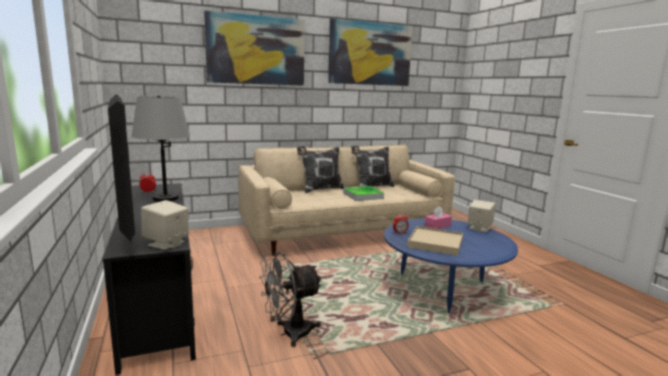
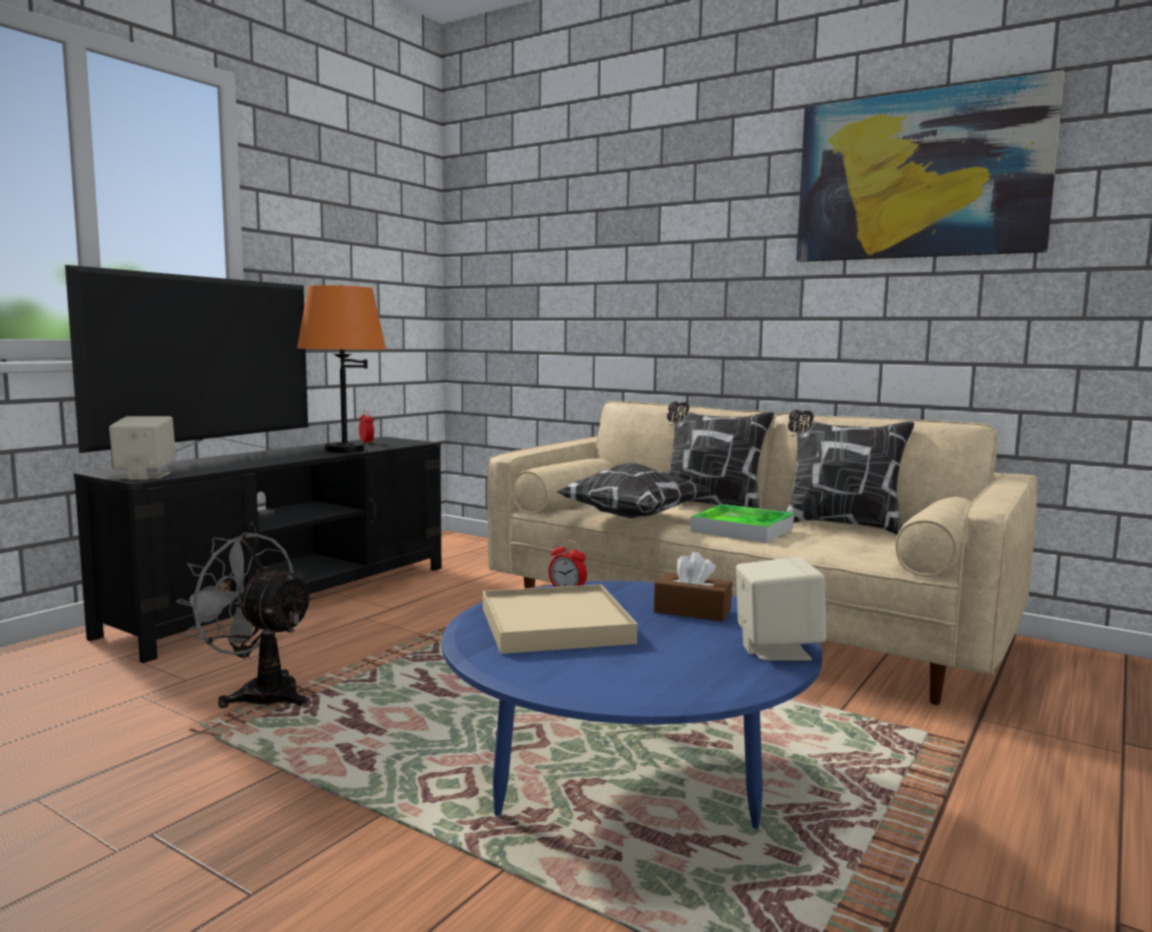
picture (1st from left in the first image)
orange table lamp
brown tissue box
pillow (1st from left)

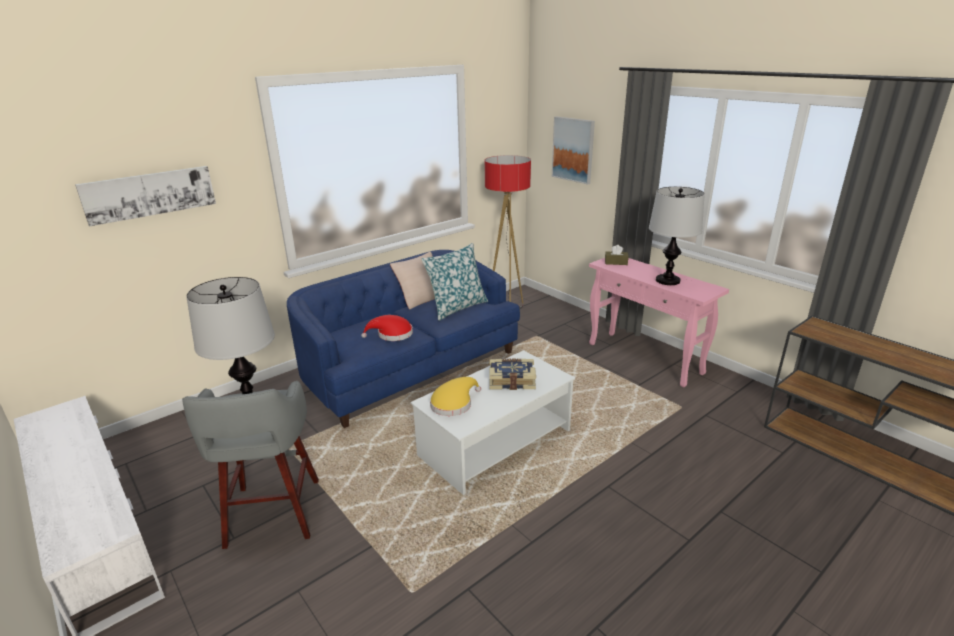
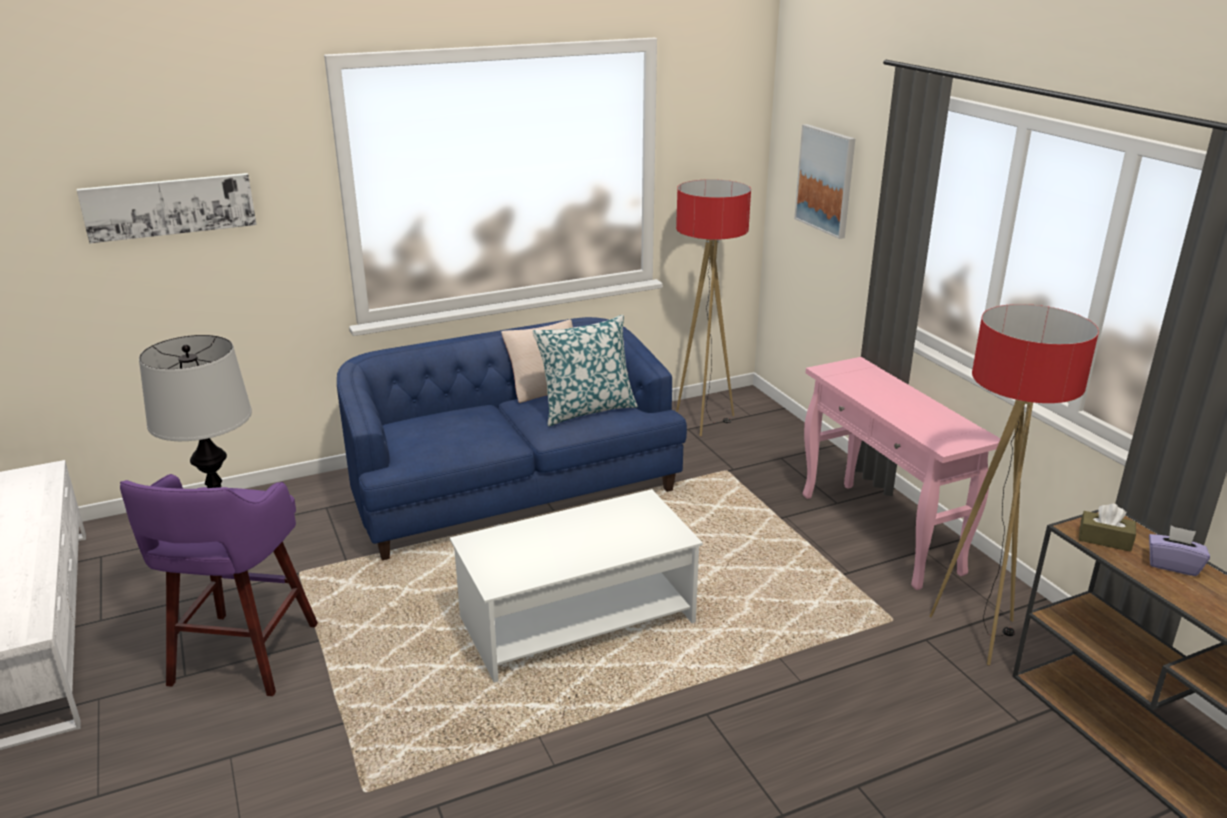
table lamp (2nd from left in the first image)
brown tissue box
red hat
book
yellow hat
purple stool
floor lamp (2nd from left)
purple tissue box

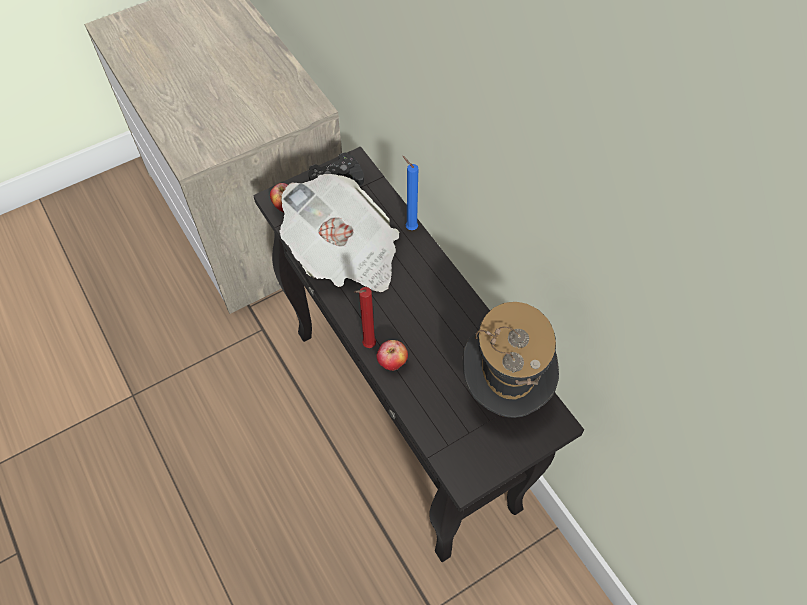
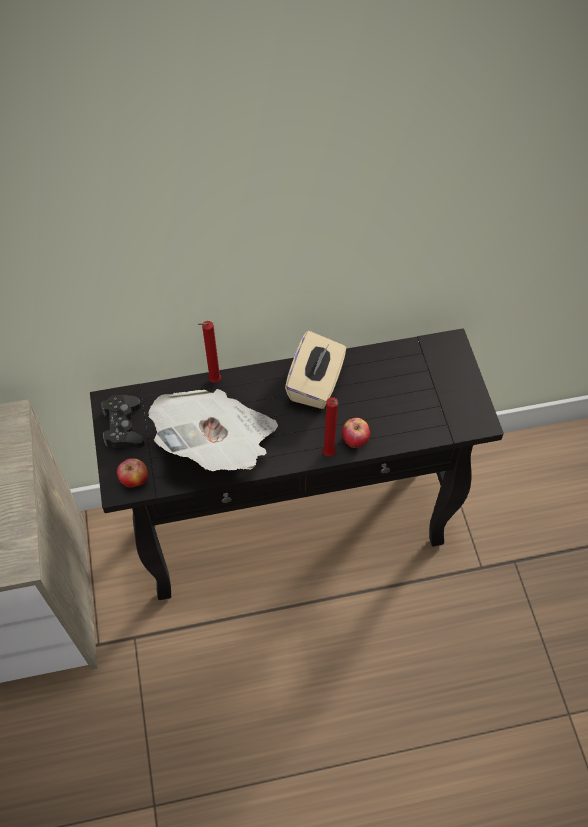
red candle (1st from left)
hat
beige tissue box

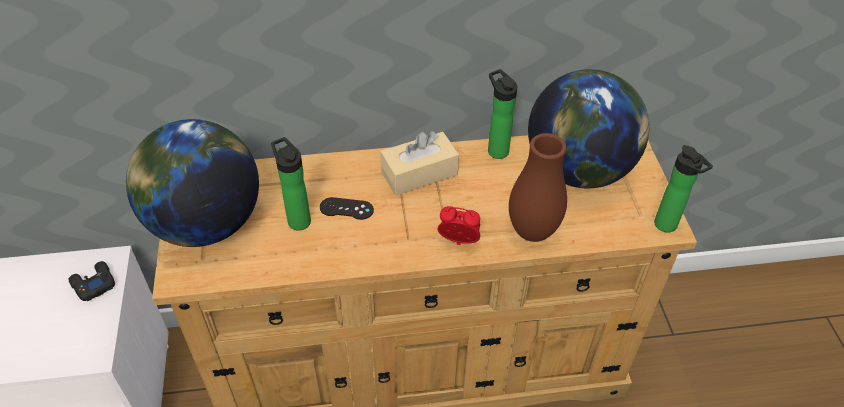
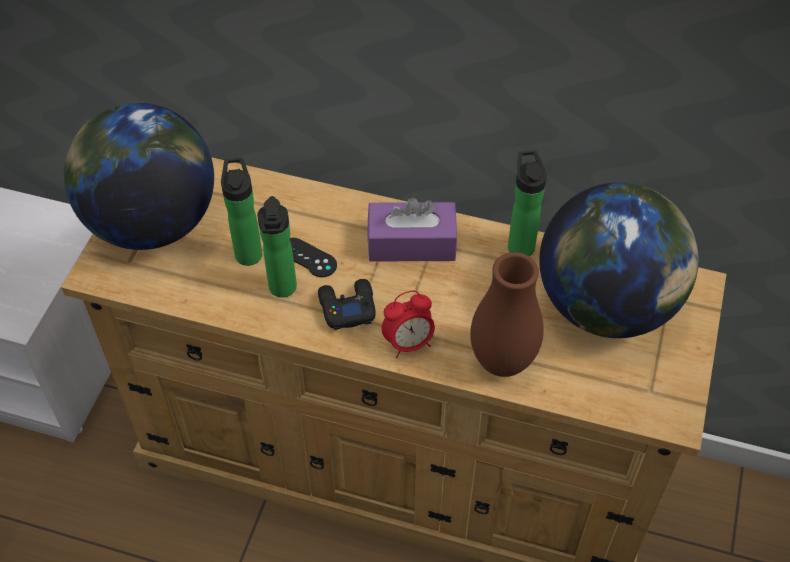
purple tissue box
bottle (2nd from left)
alarm clock
black game controller (2nd from left)

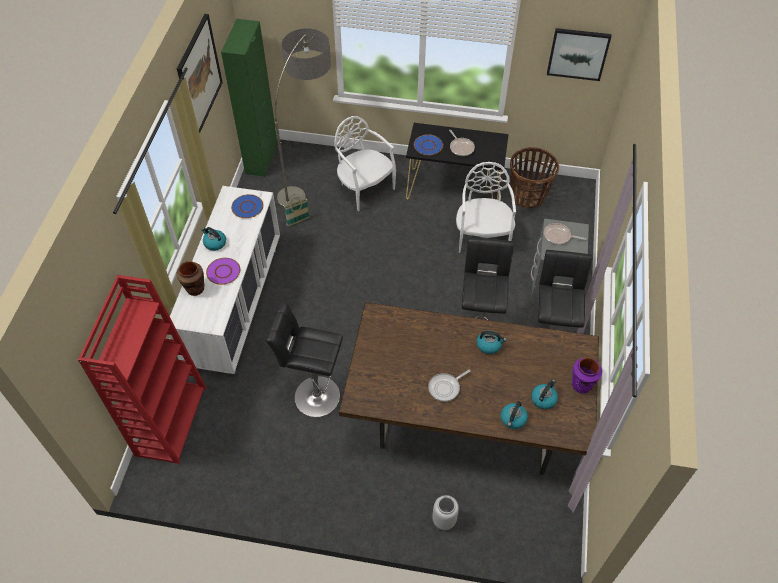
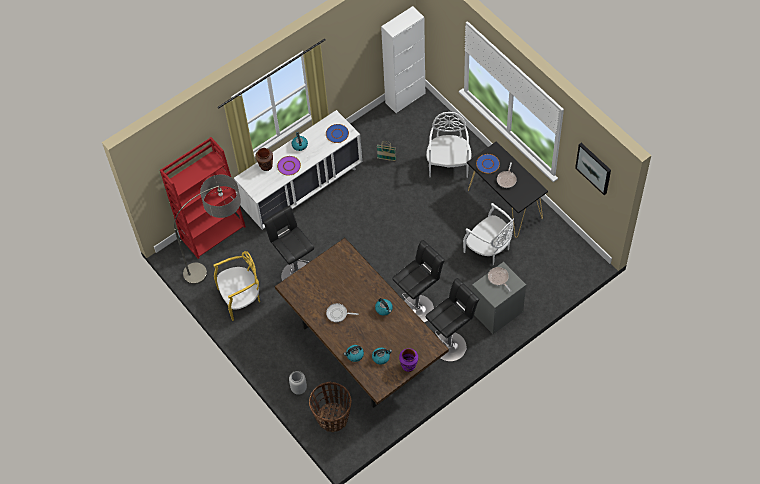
picture (1st from left in the first image)
white cabinet
floor lamp
basket (1st from left)
white chair (2nd from left)
yellow chair

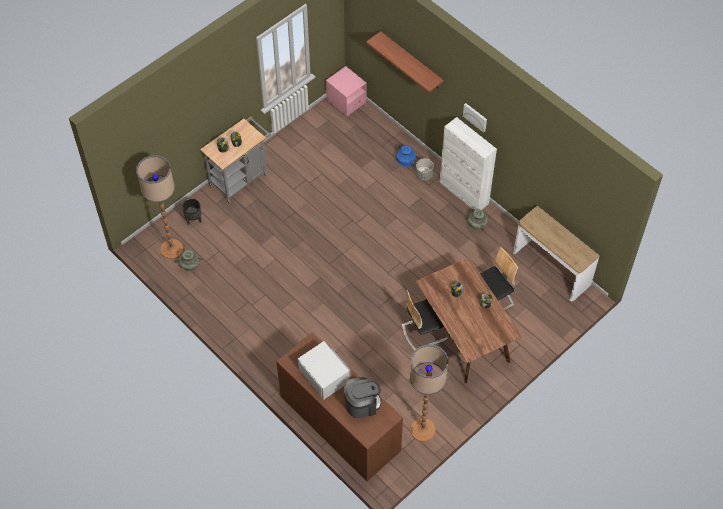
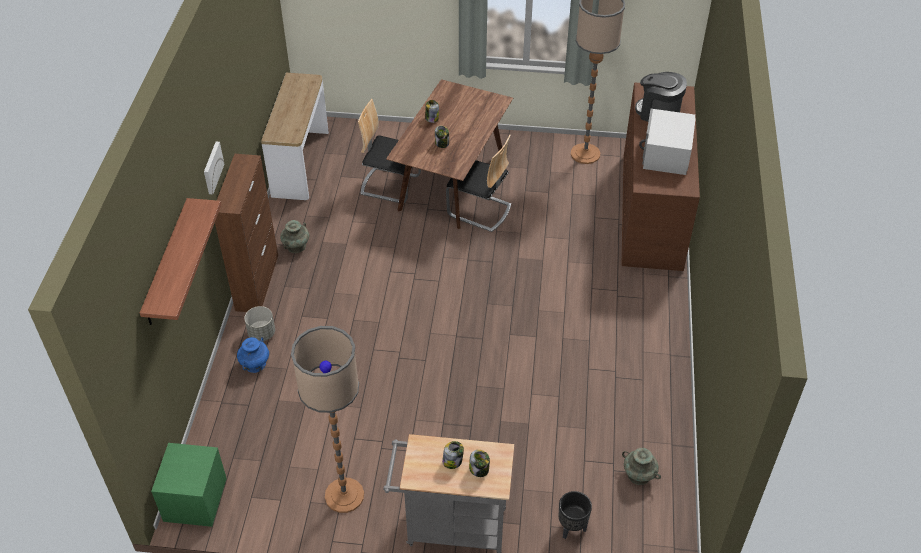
green nightstand
brown cabinet
floor lamp (1st from left)

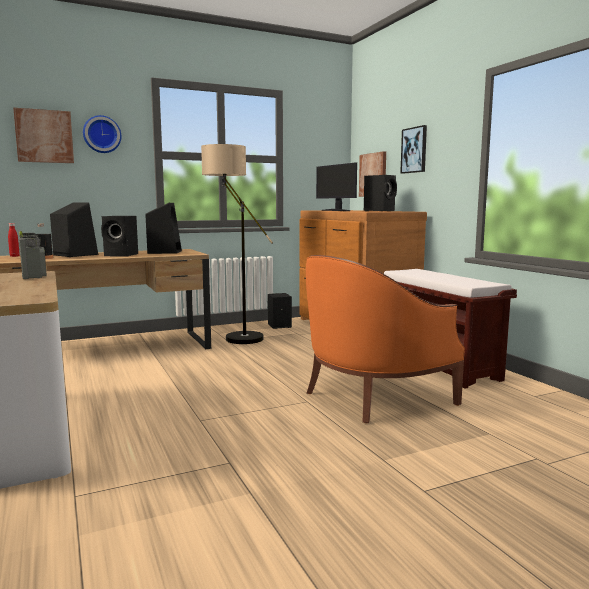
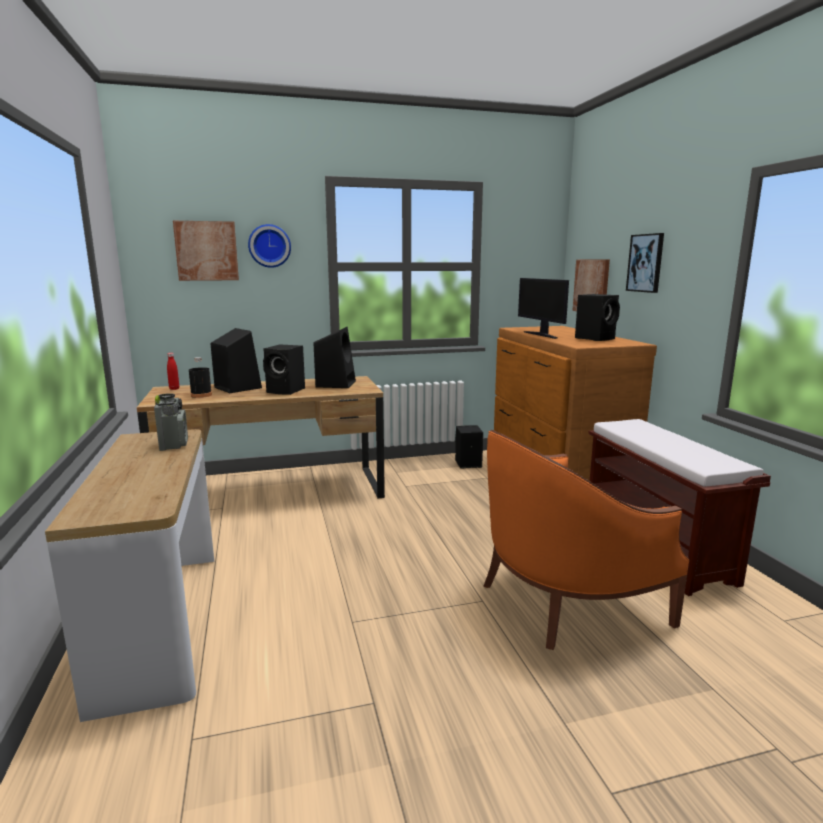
floor lamp

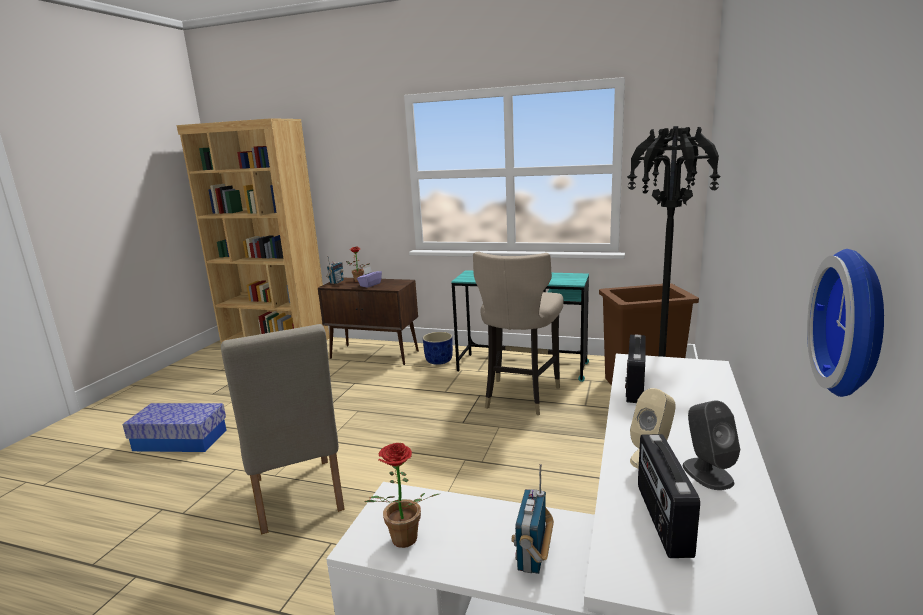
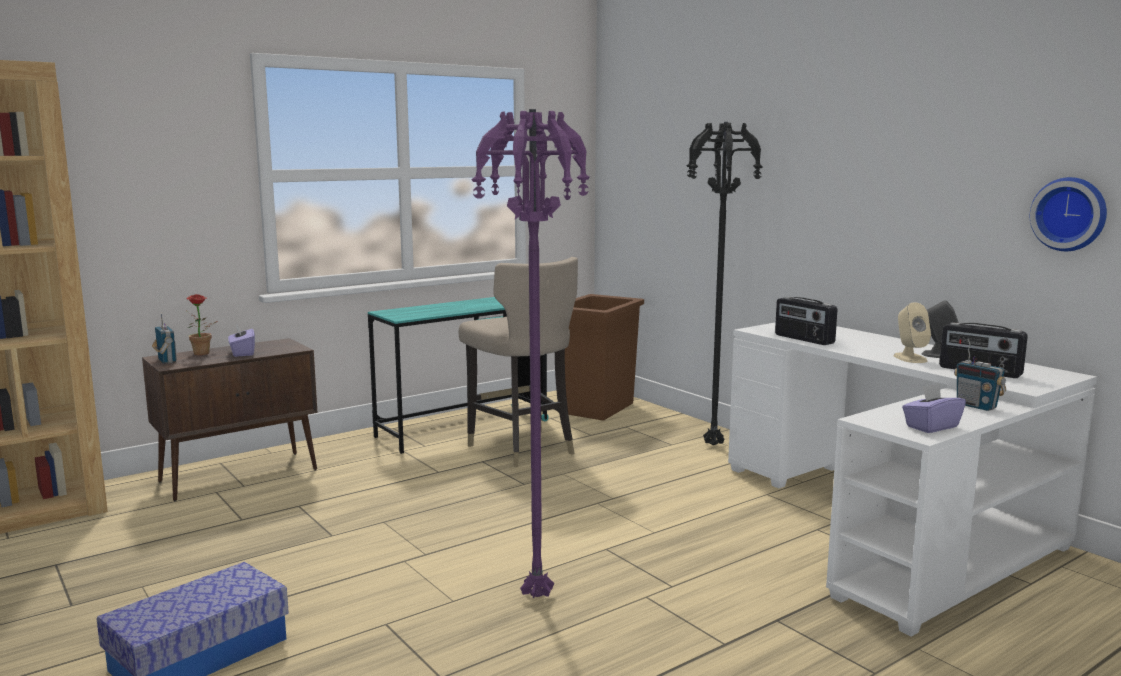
purple floor lamp
blue planter
purple tissue box (2nd from left)

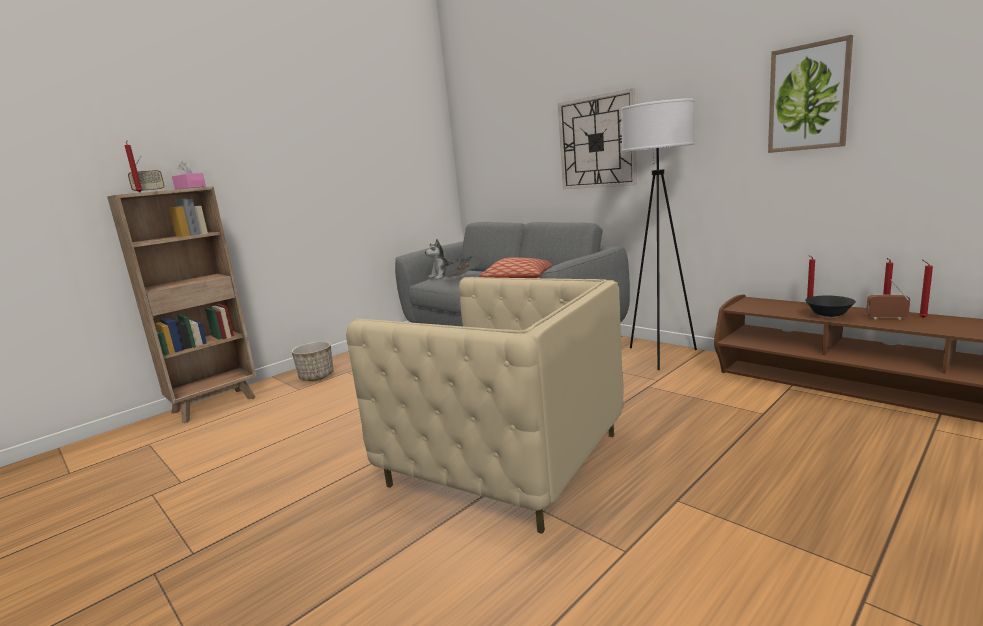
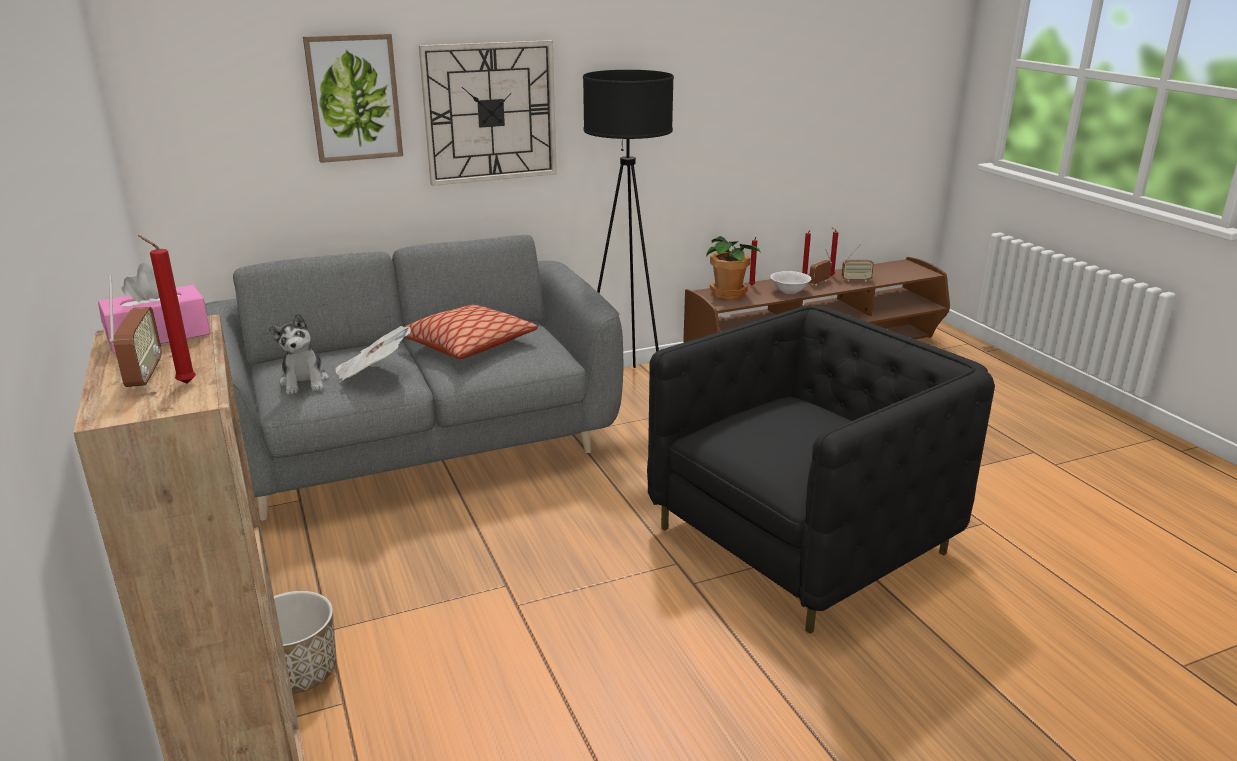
picture
black floor lamp
black armchair
white bowl
potted plant
radio (3rd from left)

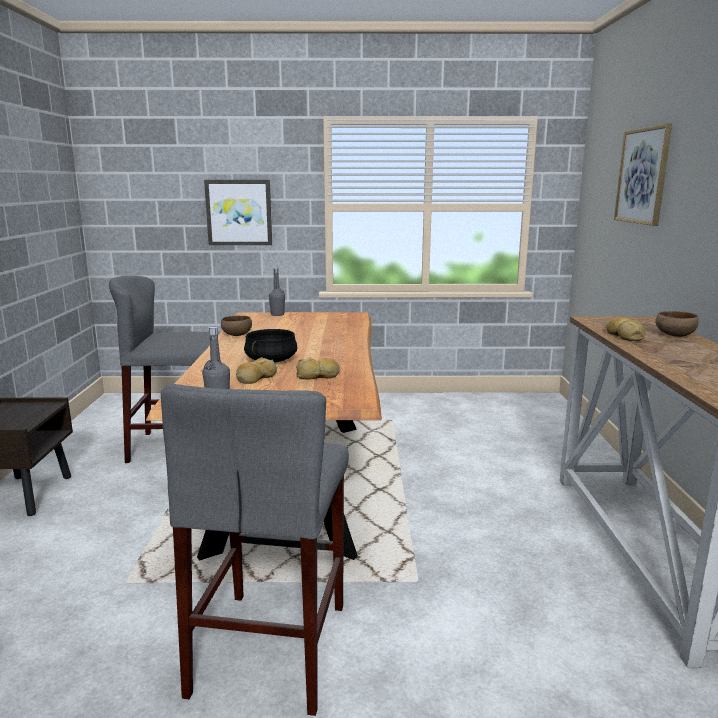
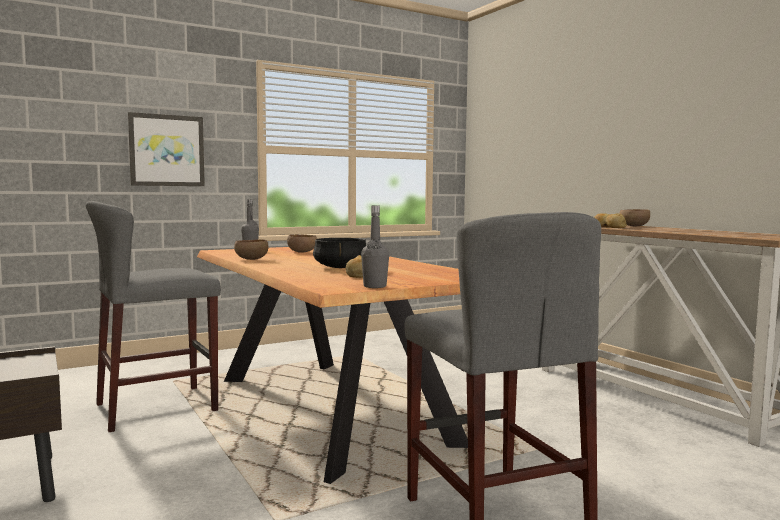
picture (2nd from left in the first image)
bread (2nd from left in the first image)
brown bowl (2nd from left)

